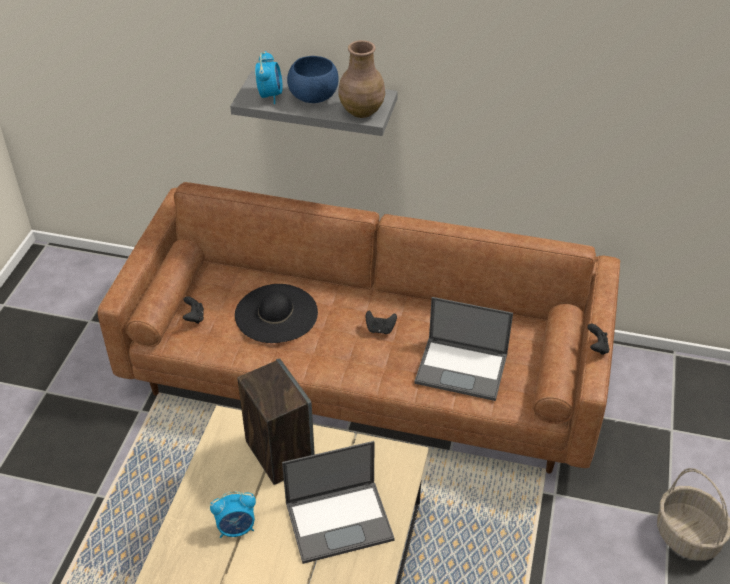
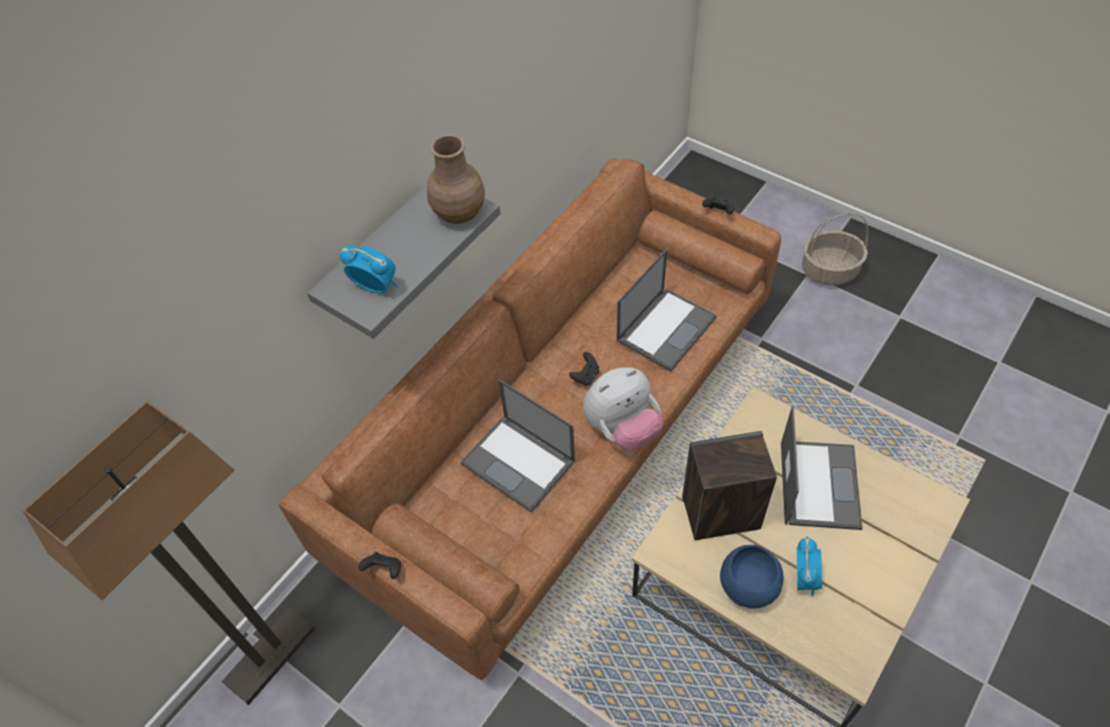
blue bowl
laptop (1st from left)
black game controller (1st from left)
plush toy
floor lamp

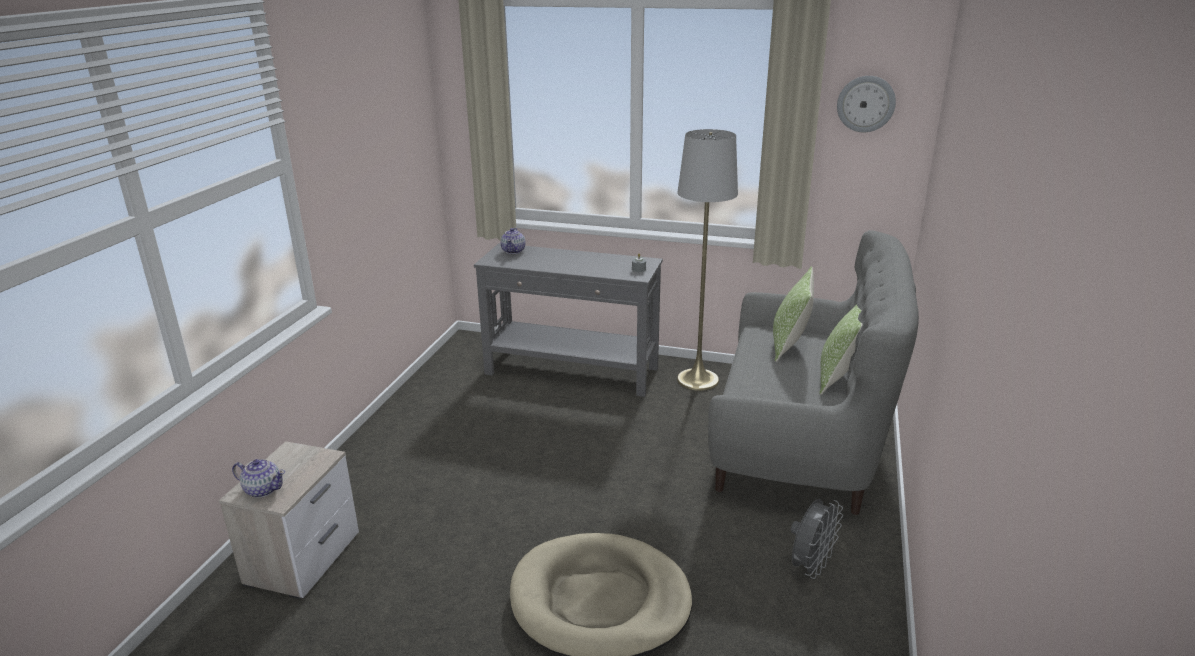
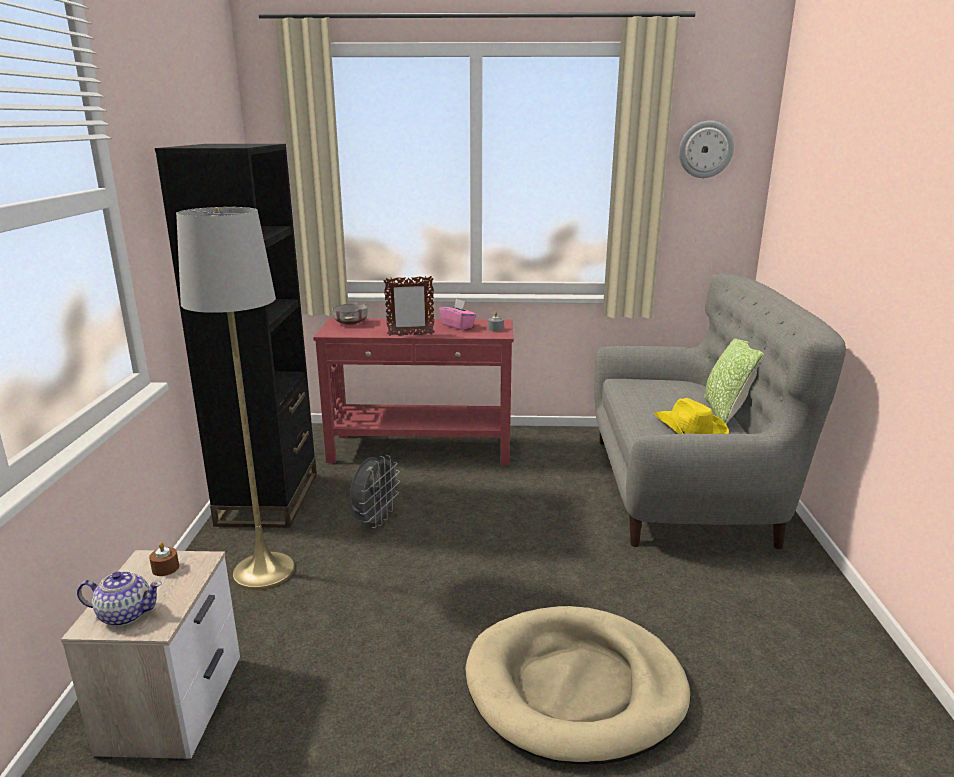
grey floor lamp
grey bowl
red console table
pillow (1st from left in the first image)
grey fan
black bookcase
picture frame
pink tissue box
yellow hat
brown candle

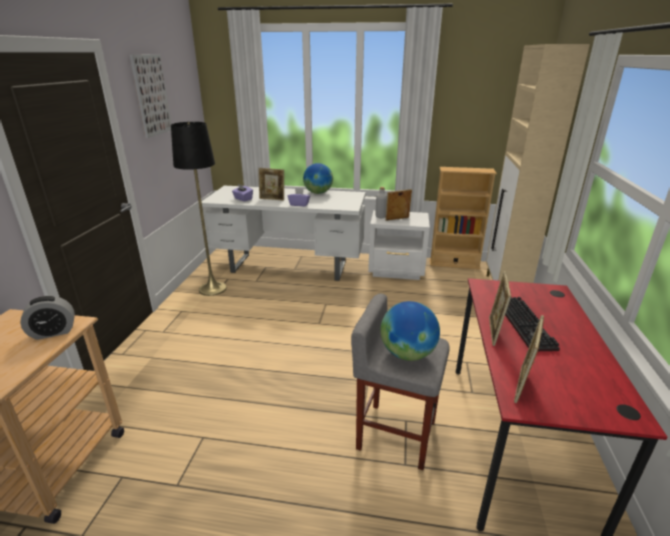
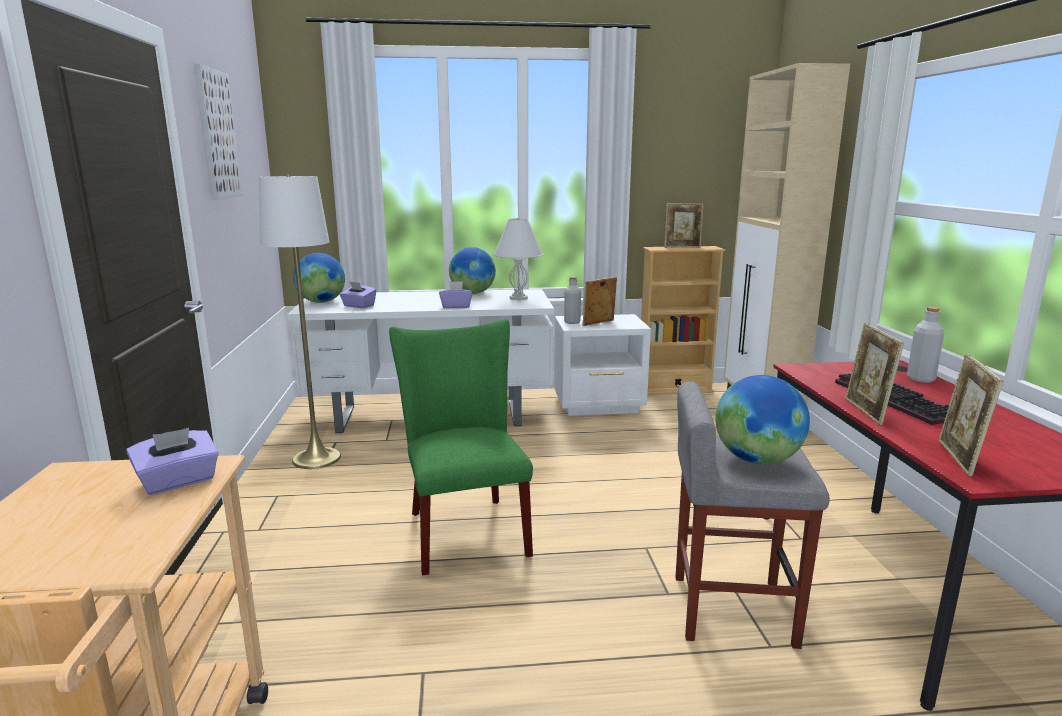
white floor lamp
picture frame (2nd from left)
purple tissue box (1st from left)
white table lamp
globe (1st from left)
grey bottle (2nd from left)
green chair

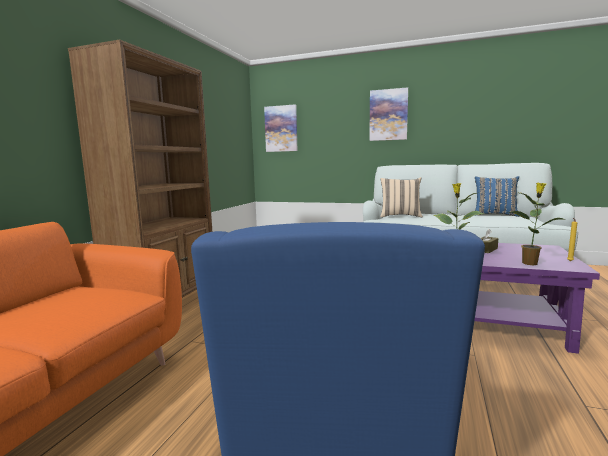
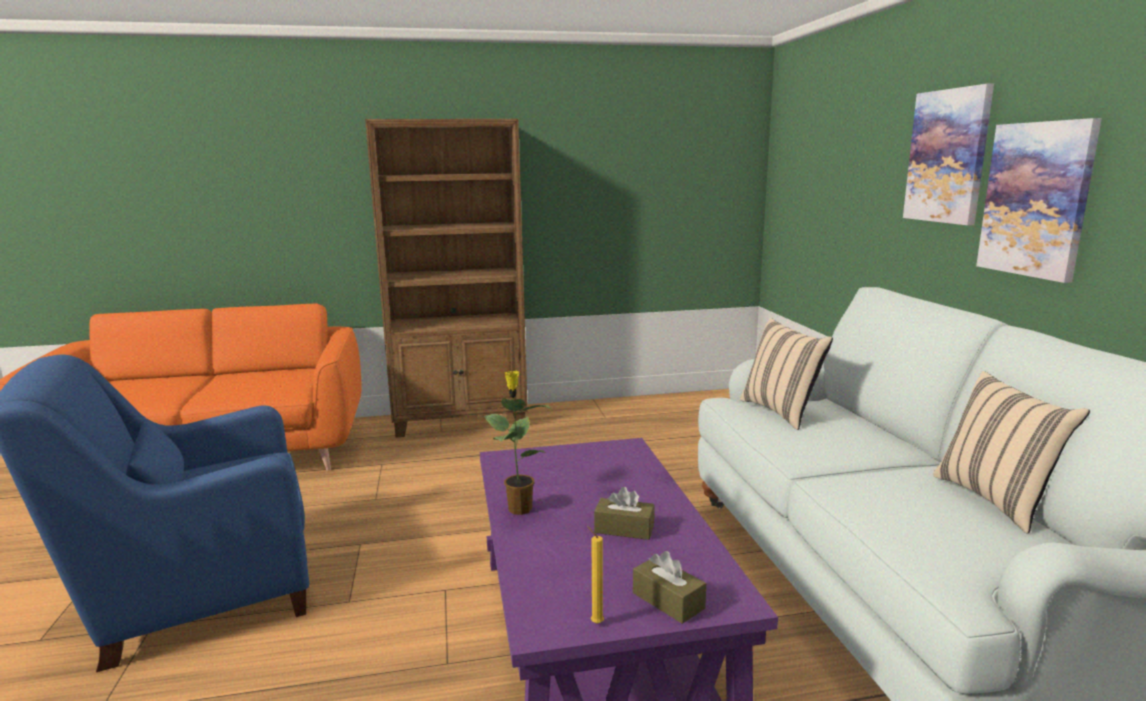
picture (2nd from left)
beige pillow (2nd from left)
potted plant (2nd from left in the first image)
brown tissue box (2nd from left)

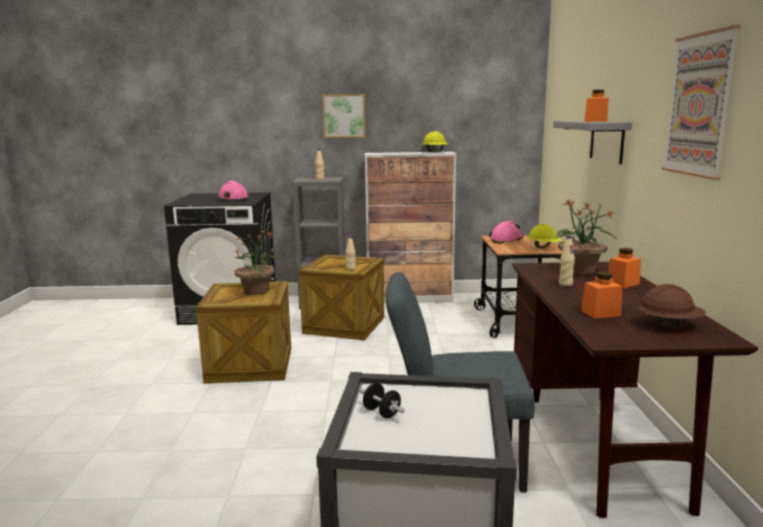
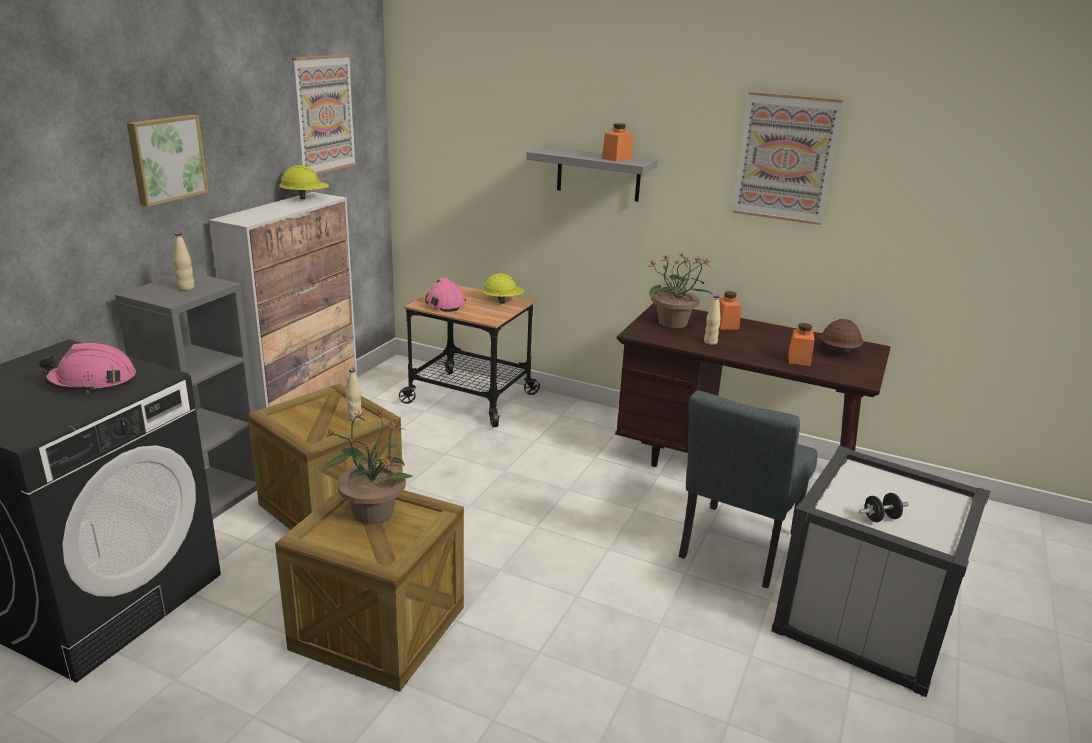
picture (2nd from left)

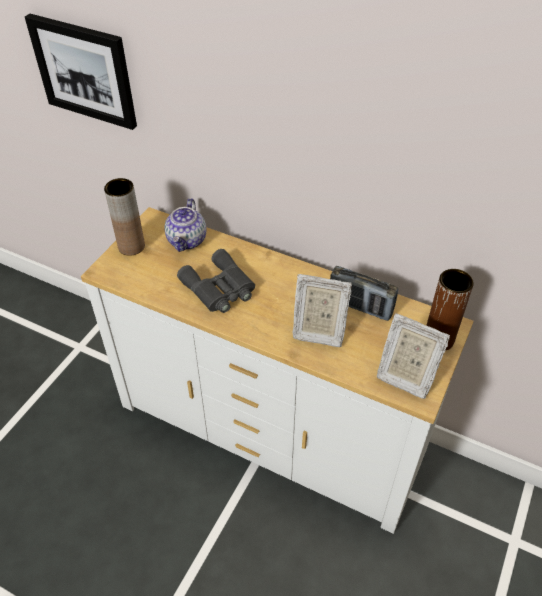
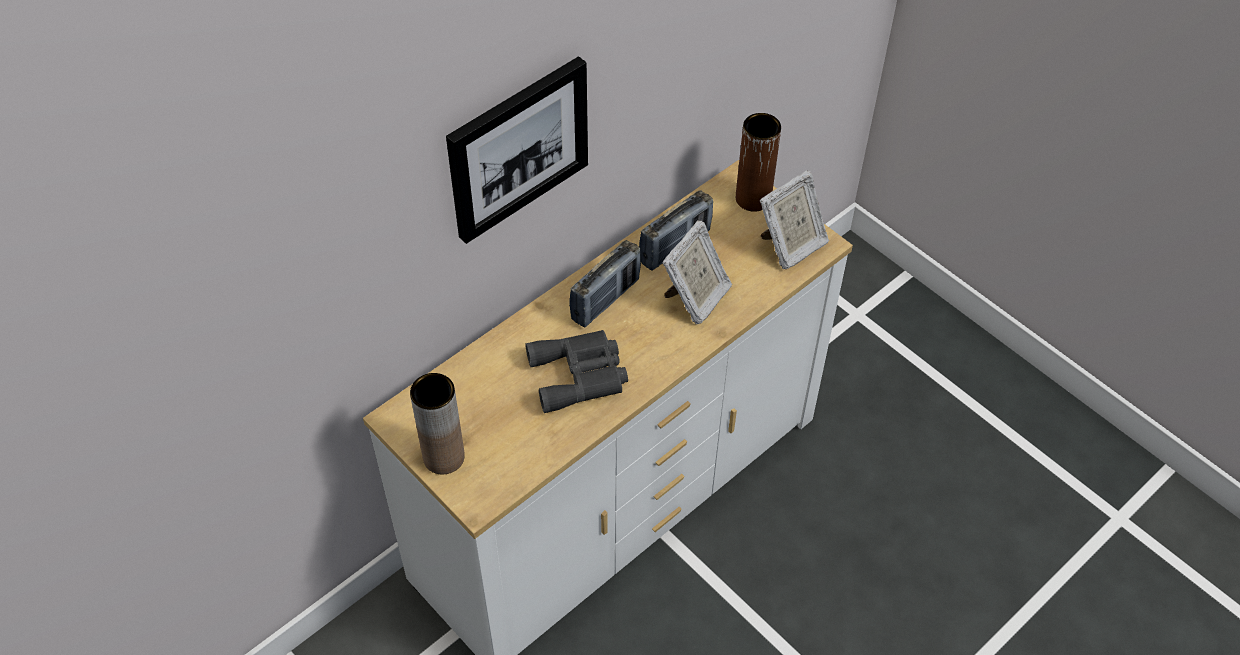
picture
teapot
radio (1st from left)

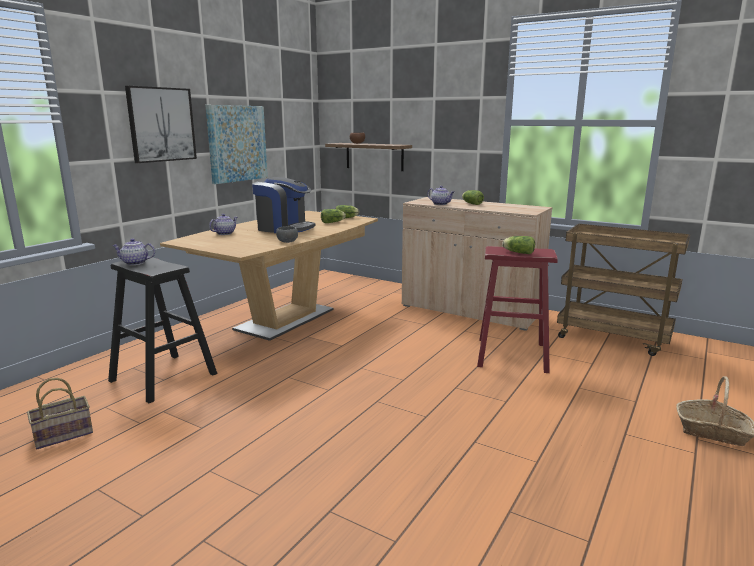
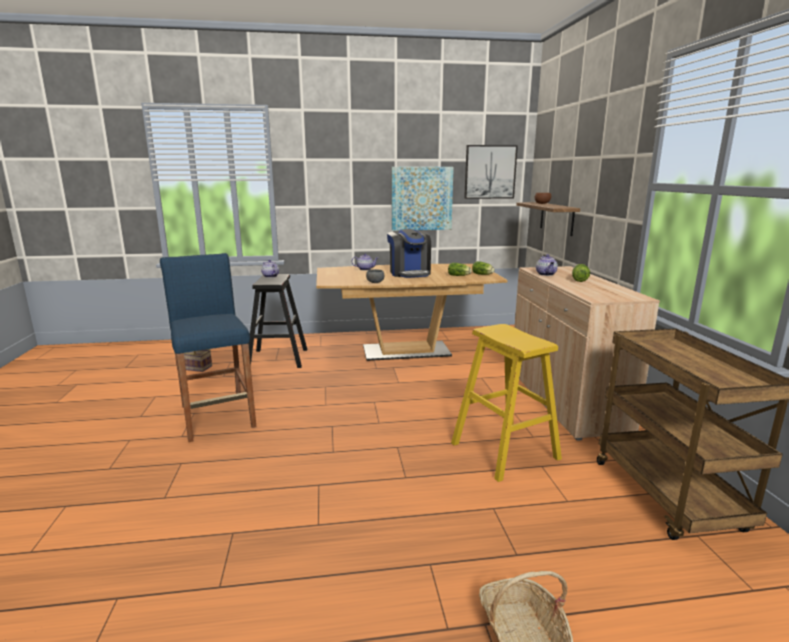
picture (2nd from left)
lettuce (4th from left in the first image)
yellow stool
blue stool

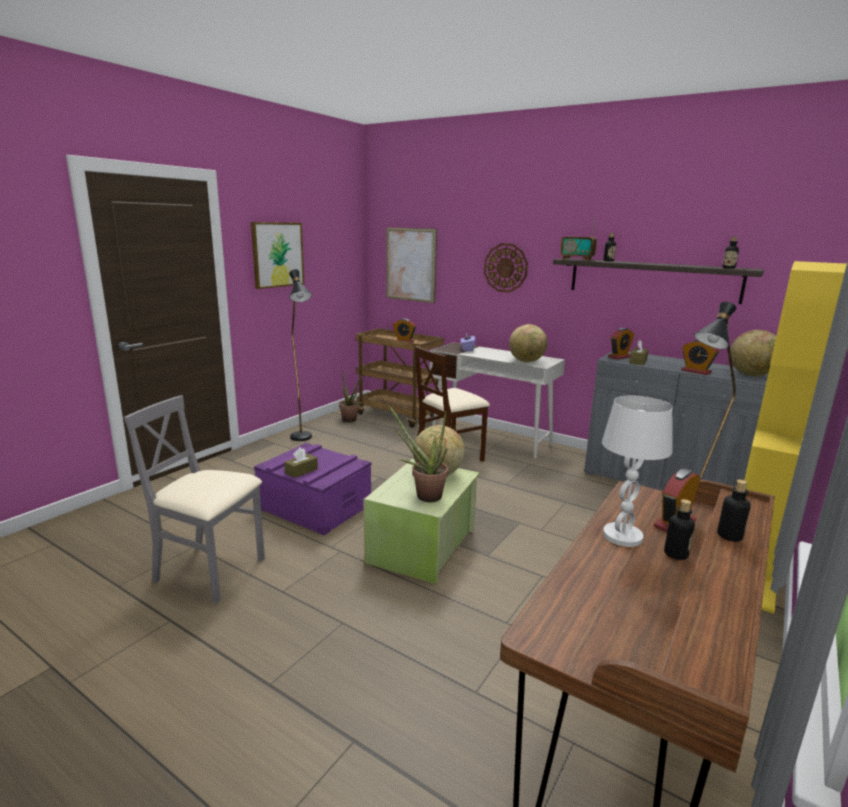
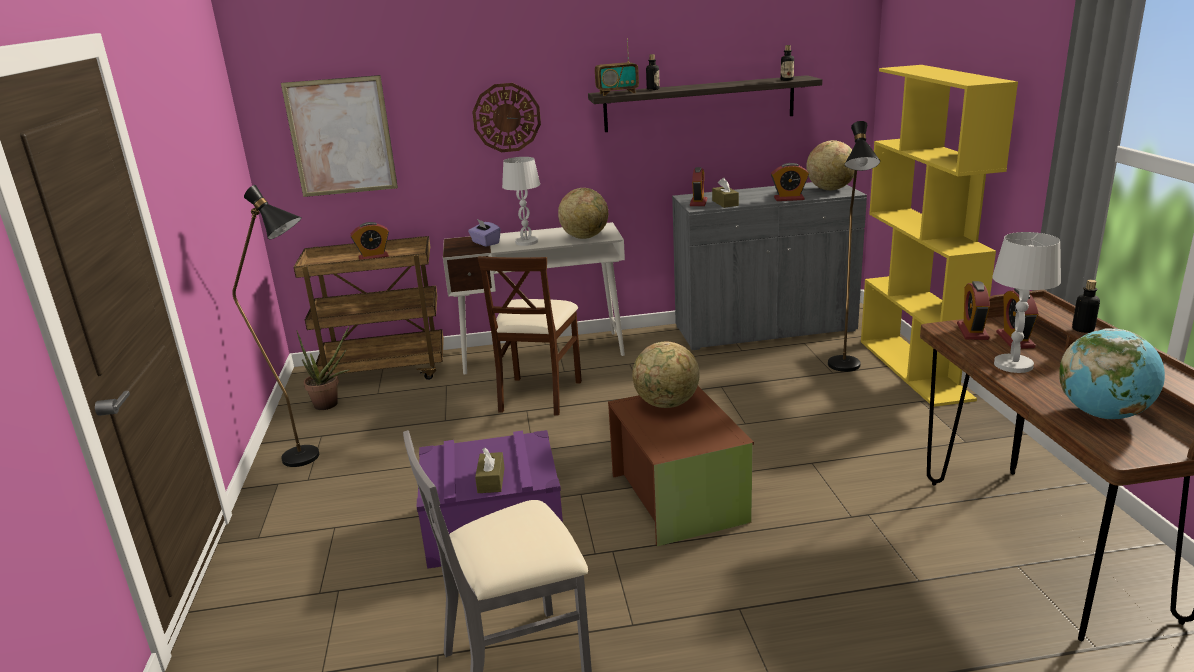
picture (1st from left in the first image)
potted plant (2nd from left in the first image)
brown storage box
bottle (2nd from left in the first image)
white table lamp (1st from left)
alarm clock (4th from left)
globe (4th from left)

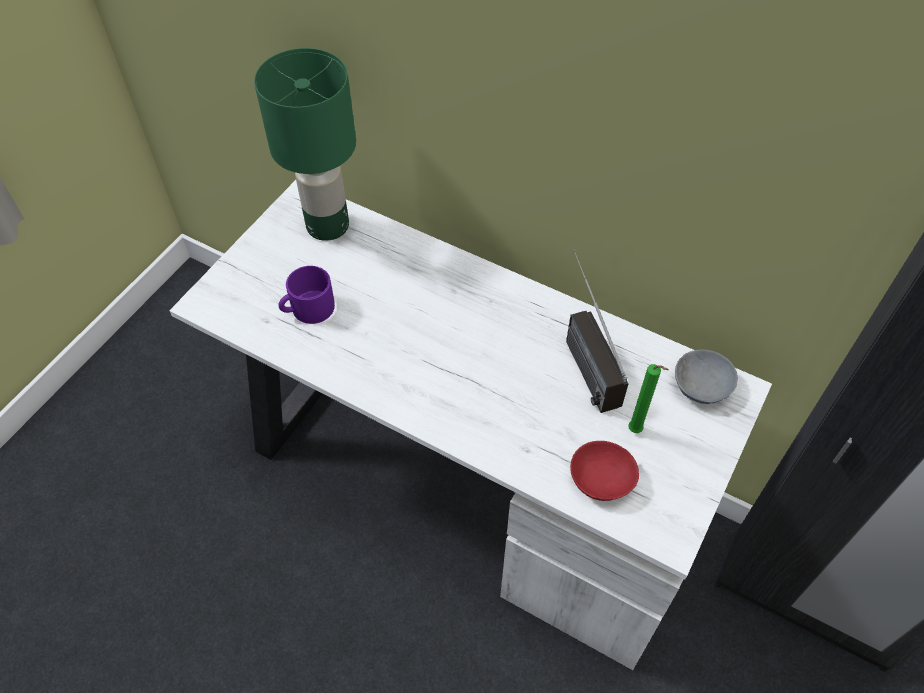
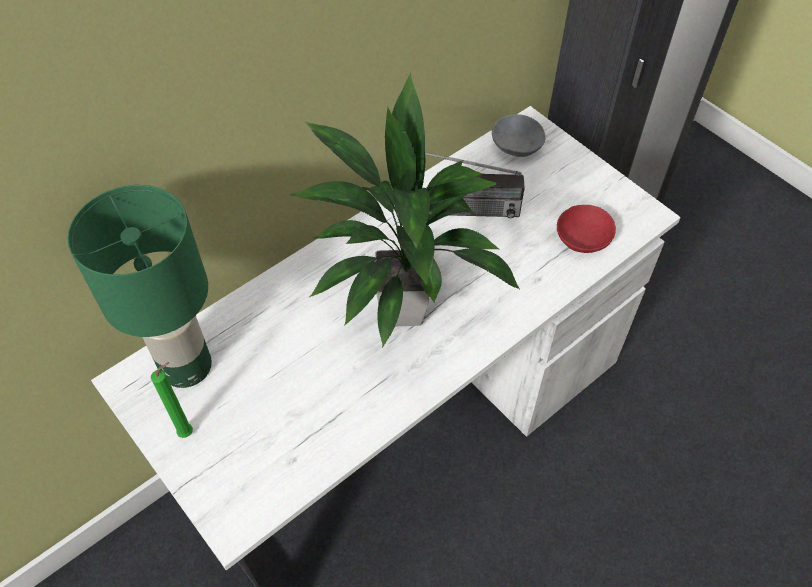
purple mug
green candle
potted plant

